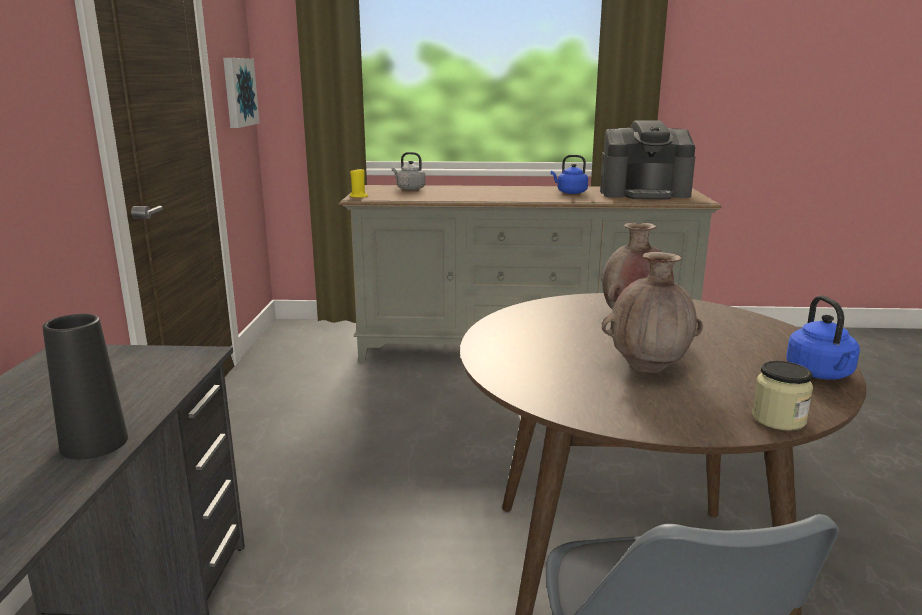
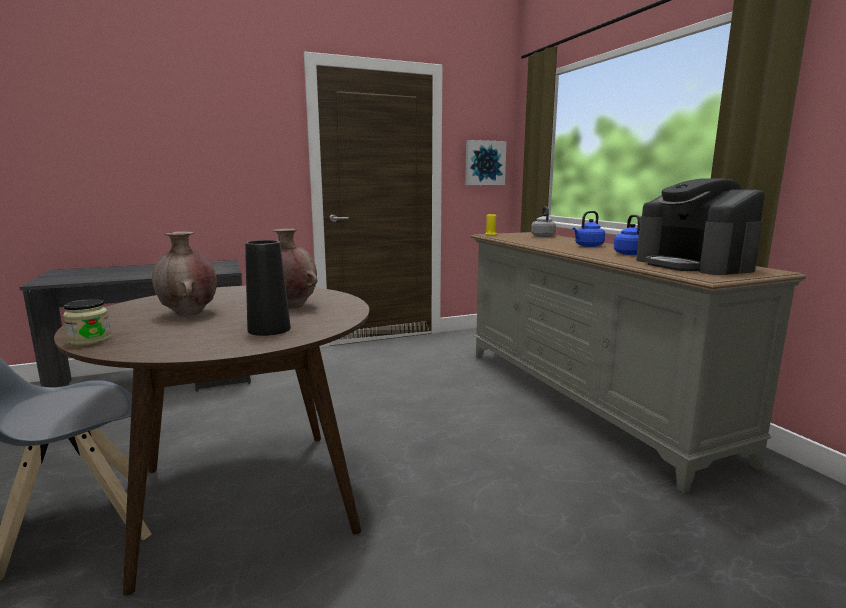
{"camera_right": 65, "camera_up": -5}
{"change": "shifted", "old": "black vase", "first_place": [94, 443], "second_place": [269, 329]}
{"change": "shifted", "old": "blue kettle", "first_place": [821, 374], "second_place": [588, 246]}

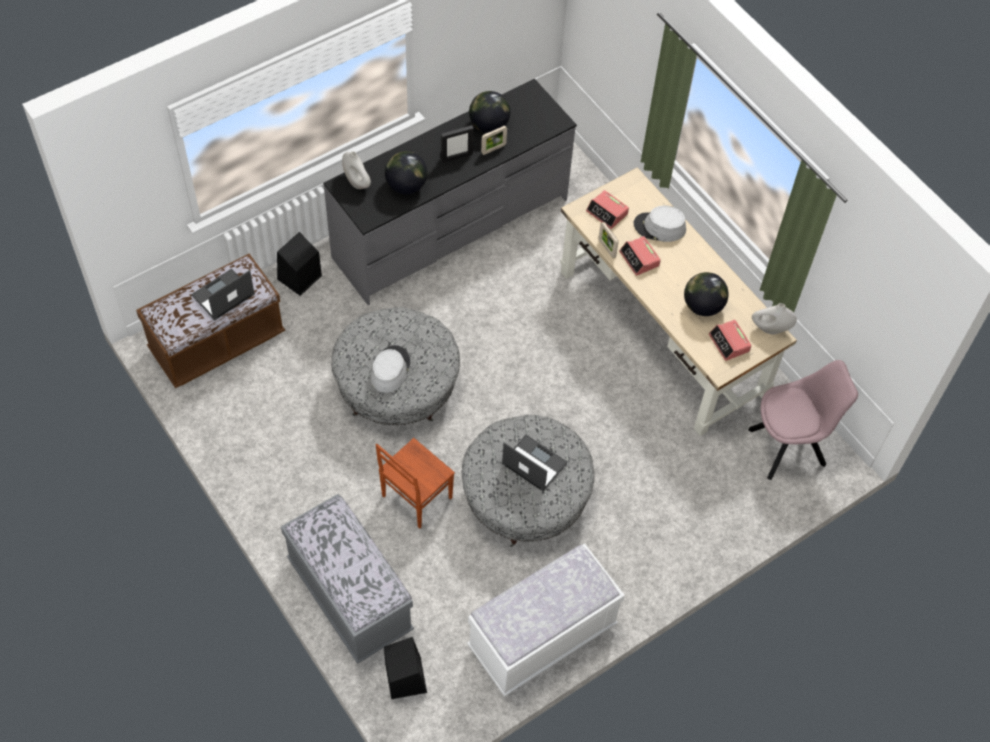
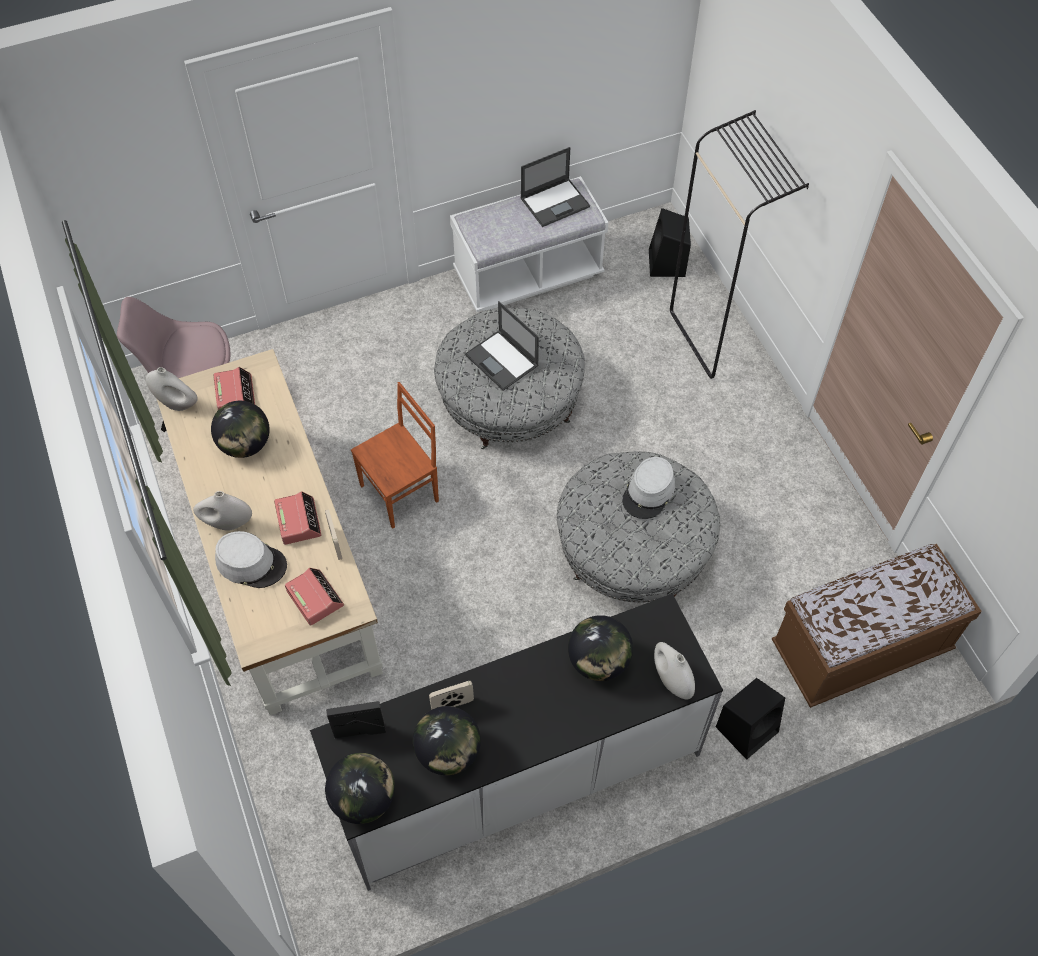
{"camera_right": -165, "camera_up": 0}
{"change": "new", "new": "white vase", "second_place": [227, 523]}
{"change": "new", "new": "globe", "second_place": [363, 798]}
{"change": "shifted", "old": "picture frame", "first_place": [456, 156], "second_place": [360, 732]}
{"change": "shifted", "old": "brown chair", "first_place": [415, 497], "second_place": [401, 493]}
{"change": "shifted", "old": "laptop", "first_place": [222, 295], "second_place": [555, 202]}
{"change": "swapped", "old": "grey bench", "new": "black clothes rack", "first_place": [349, 596], "second_place": [714, 338]}

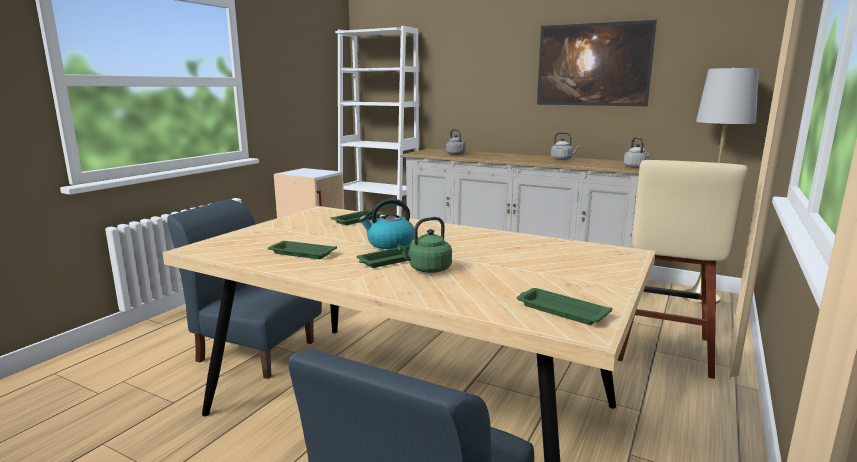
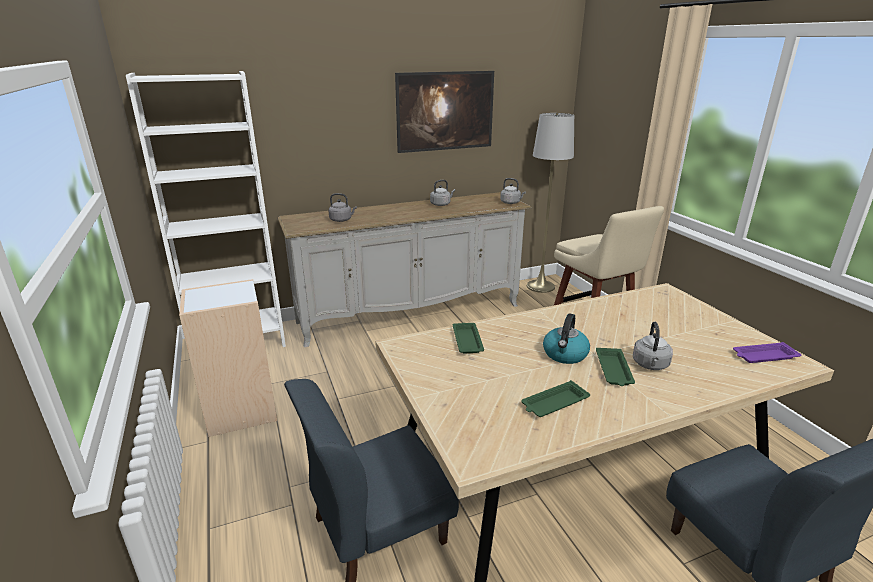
{"camera_right": -50, "camera_up": 10}
{"change": "repainted", "old": "green kettle", "new": "grey kettle", "first_place": [427, 269], "second_place": [650, 365]}
{"change": "repainted", "old": "green tray", "new": "purple tray", "first_place": [560, 310], "second_place": [763, 356]}

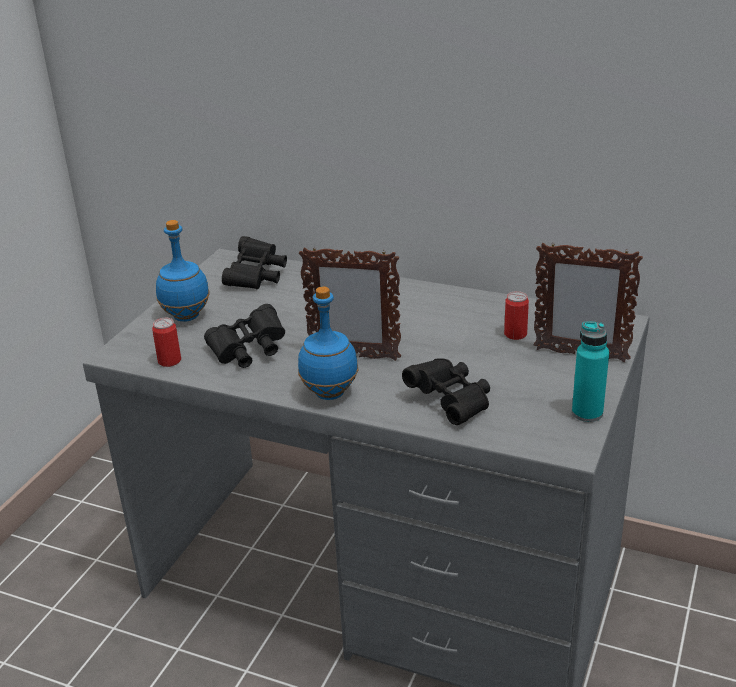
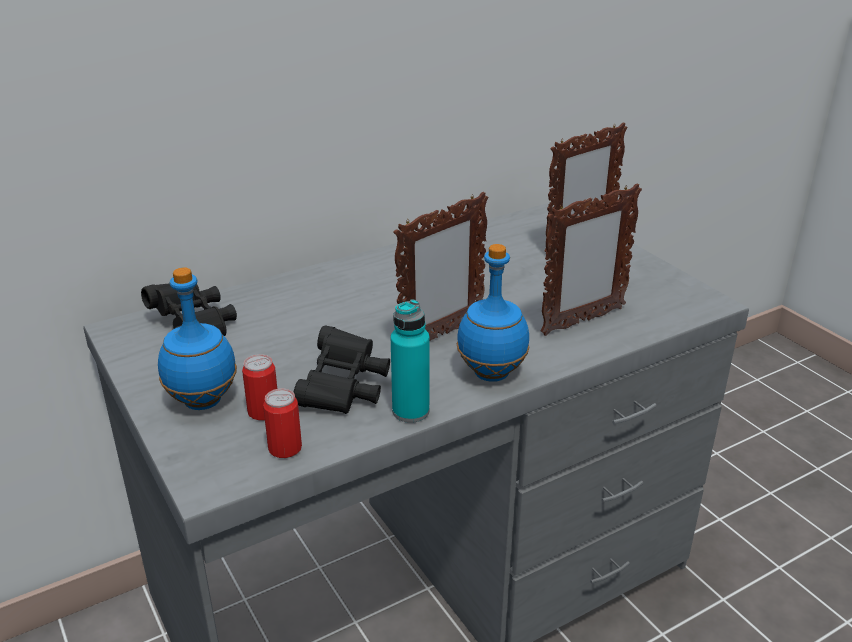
{"camera_right": -55, "camera_up": 0}
{"change": "shifted", "old": "can", "first_place": [515, 334], "second_place": [263, 412]}
{"change": "shifted", "old": "turquoise bottle", "first_place": [587, 413], "second_place": [410, 411]}
{"change": "swapped", "old": "black binoculars", "new": "picture frame", "first_place": [451, 402], "second_place": [582, 321]}

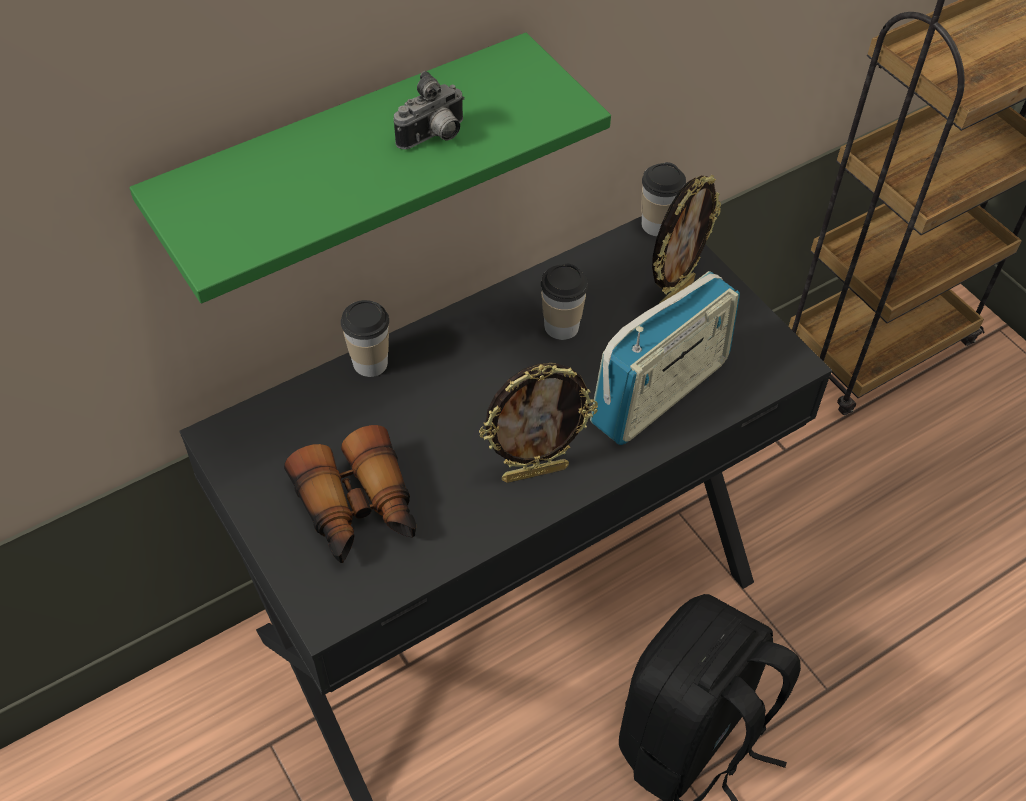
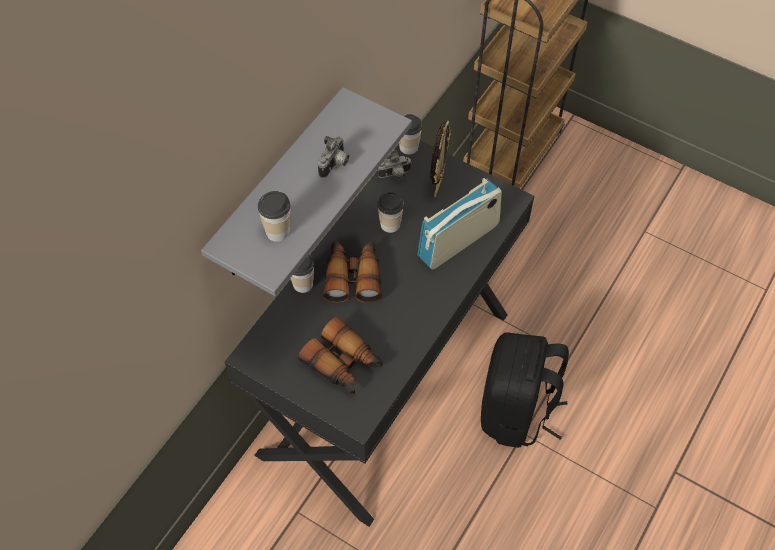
{"camera_right": -25, "camera_up": 5}
{"change": "repainted", "old": "green shelf", "new": "grey shelf", "first_place": [346, 163], "second_place": [278, 189]}
{"change": "new", "new": "cup", "second_place": [277, 231]}
{"change": "new", "new": "binoculars", "second_place": [353, 275]}
{"change": "new", "new": "photo camera", "second_place": [395, 175]}
{"change": "rotated", "old": "radio", "first_place": [660, 392], "second_place": [458, 241], "degrees": -150}
{"change": "gone", "old": "picture frame", "first_place": [534, 472]}

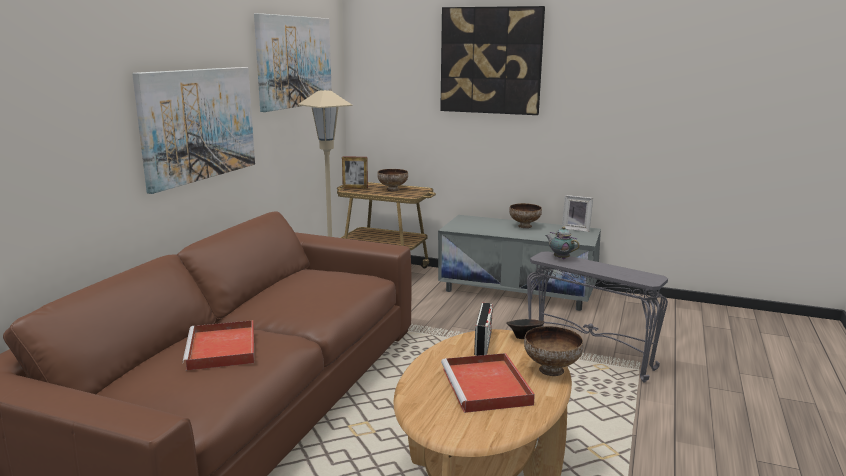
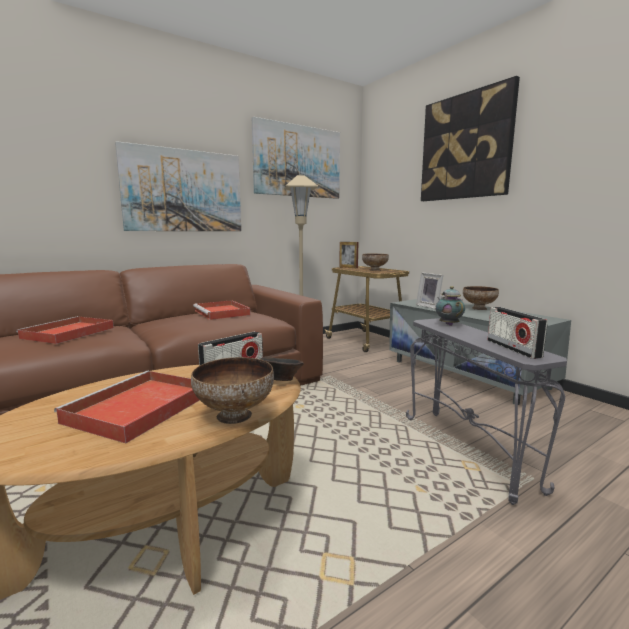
{"camera_right": 35, "camera_up": -5}
{"change": "new", "new": "red tray", "second_place": [222, 313]}
{"change": "shifted", "old": "picture frame", "first_place": [576, 229], "second_place": [430, 306]}
{"change": "new", "new": "radio", "second_place": [513, 348]}

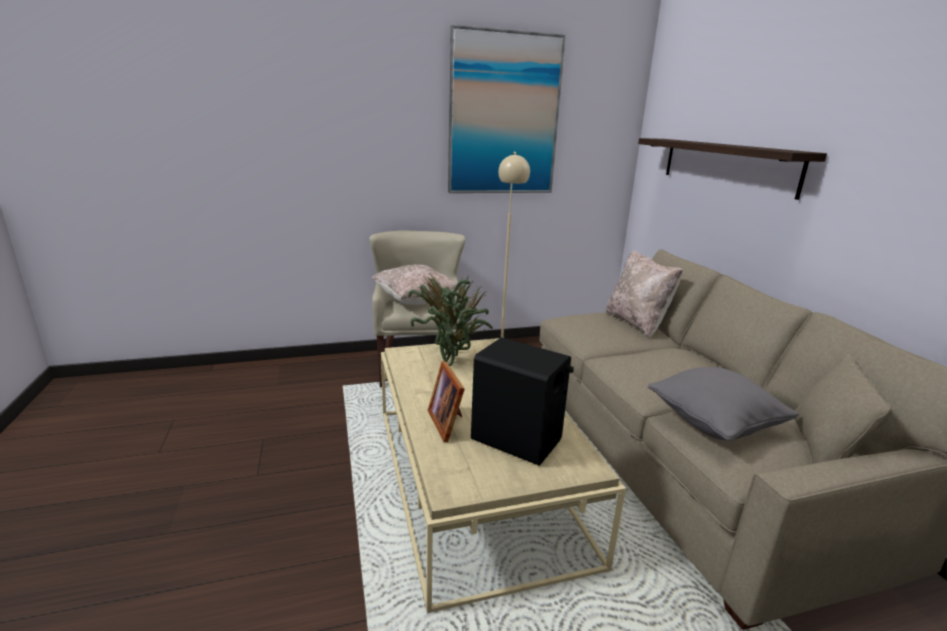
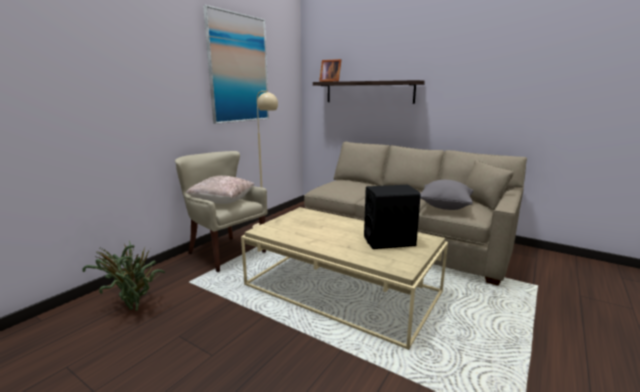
{"camera_right": -40, "camera_up": -5}
{"change": "shifted", "old": "potted plant", "first_place": [451, 361], "second_place": [134, 306]}
{"change": "shifted", "old": "picture frame", "first_place": [448, 422], "second_place": [330, 81]}
{"change": "gone", "old": "beige pillow", "first_place": [636, 323]}

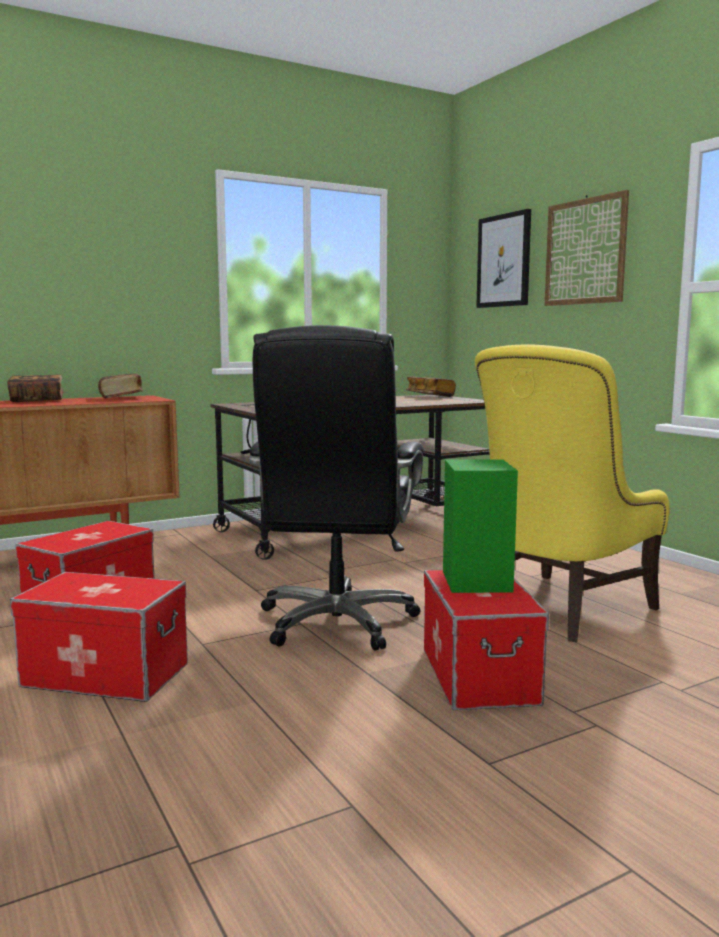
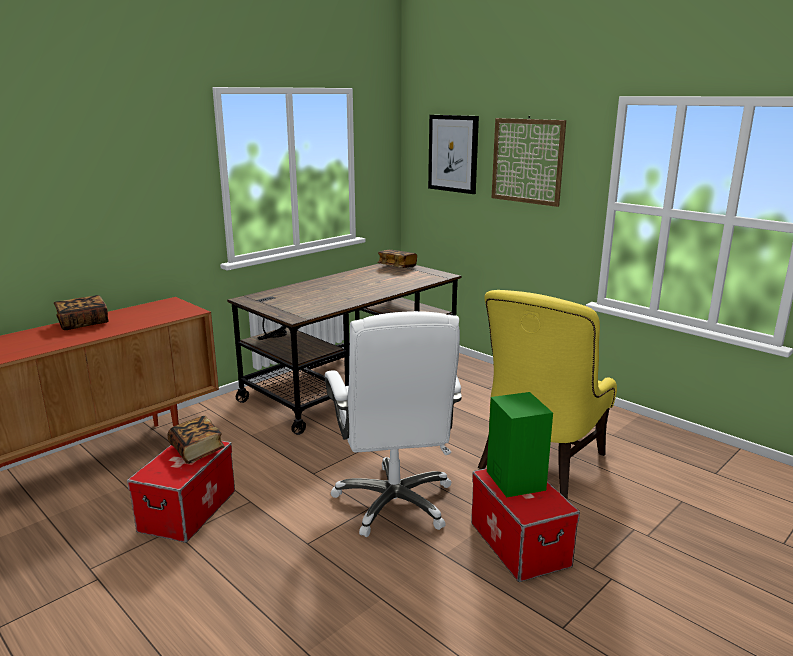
{"camera_right": -15, "camera_up": 10}
{"change": "shifted", "old": "book", "first_place": [121, 398], "second_place": [197, 450]}
{"change": "repainted", "old": "black office chair", "new": "white office chair", "first_place": [337, 619], "second_place": [393, 499]}
{"change": "gone", "old": "storage box", "first_place": [107, 675]}

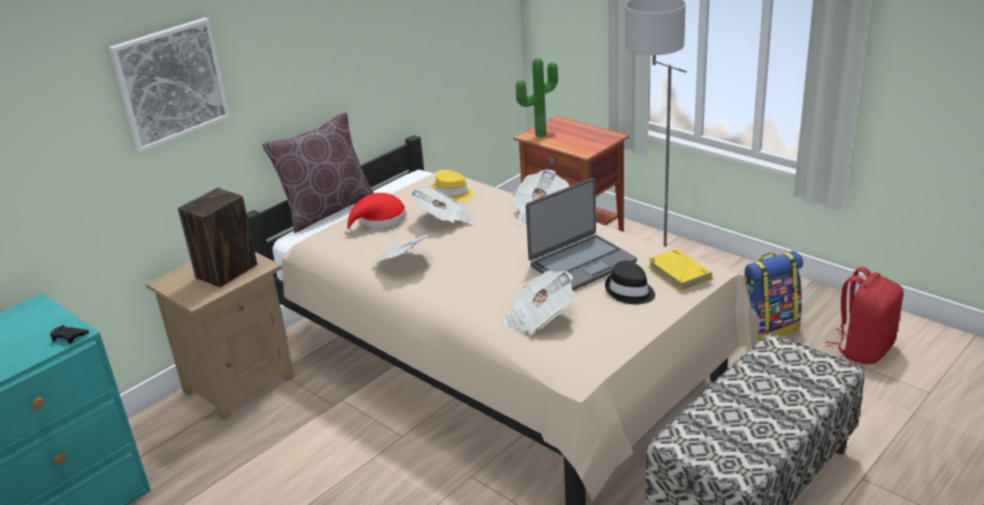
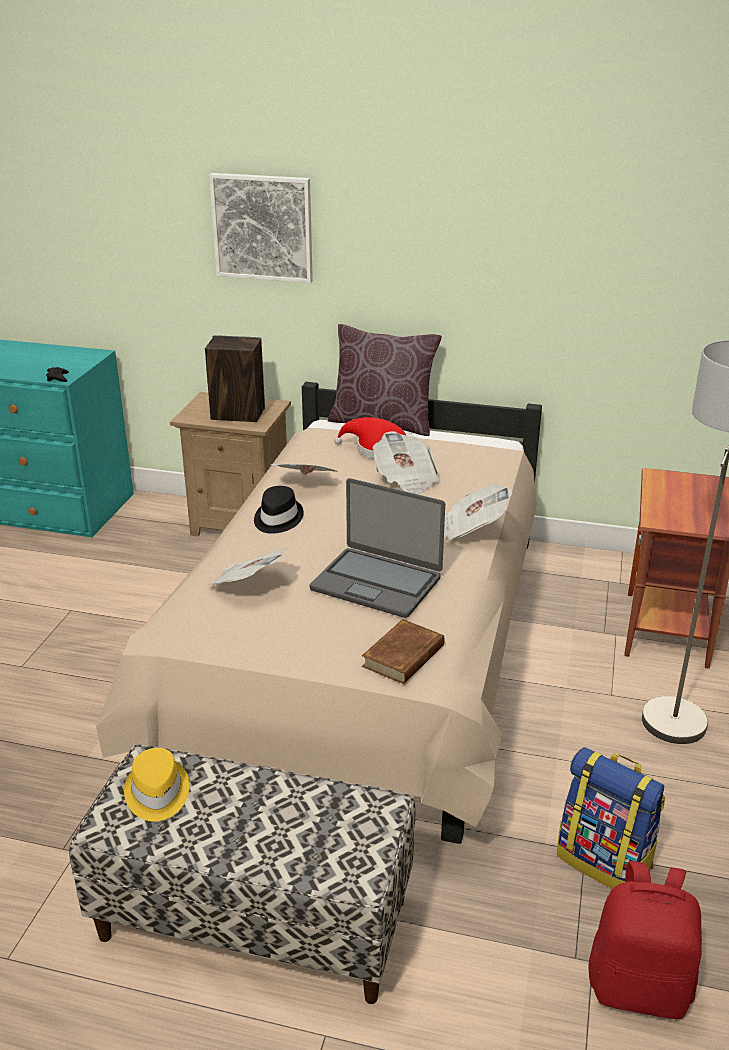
{"camera_right": 60, "camera_up": 0}
{"change": "shifted", "old": "yellow hat", "first_place": [452, 194], "second_place": [156, 793]}
{"change": "shifted", "old": "black hat", "first_place": [629, 291], "second_place": [277, 519]}
{"change": "repainted", "old": "yellow book", "new": "brown book", "first_place": [679, 273], "second_place": [404, 656]}
{"change": "gone", "old": "potted plant", "first_place": [539, 134]}

